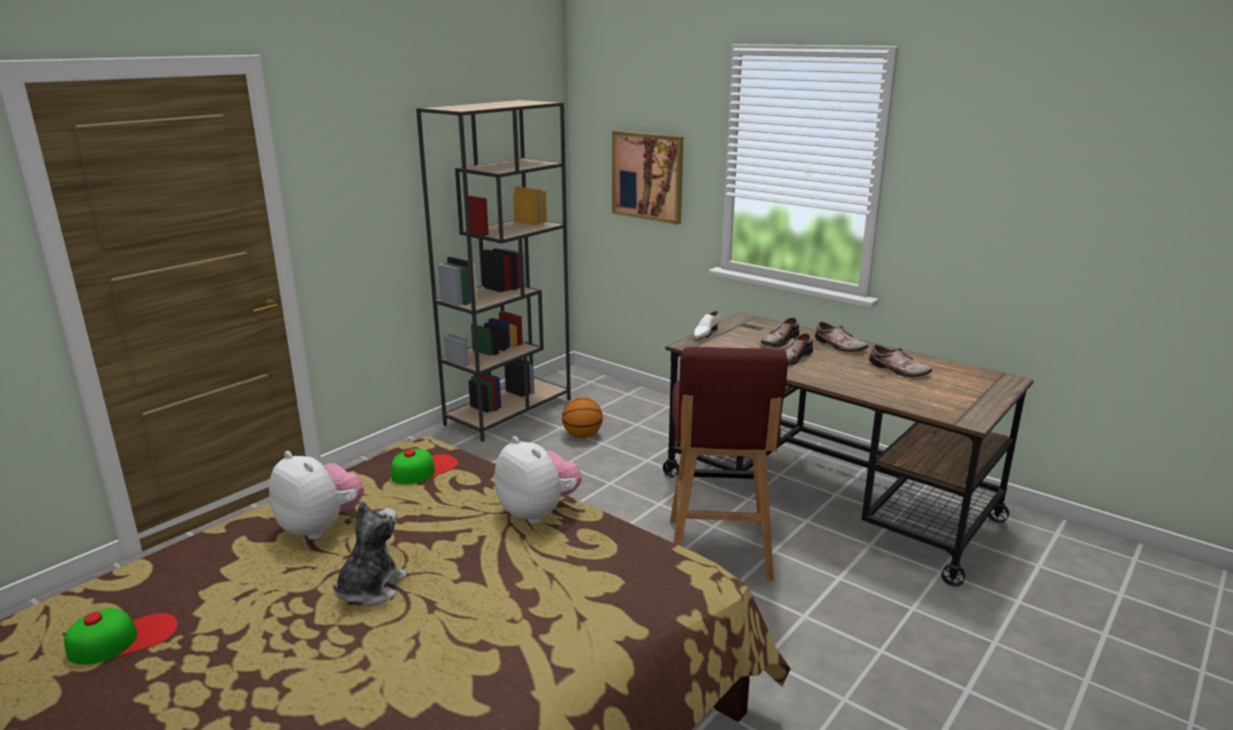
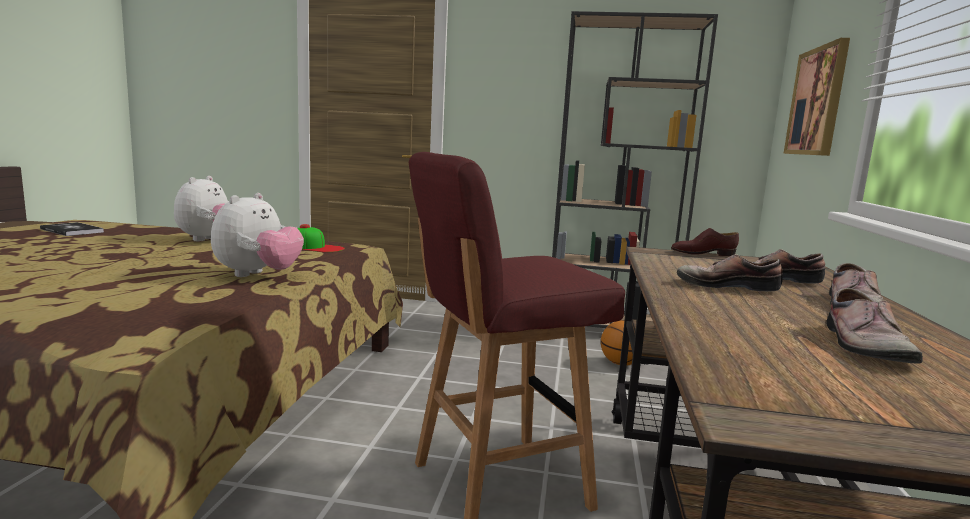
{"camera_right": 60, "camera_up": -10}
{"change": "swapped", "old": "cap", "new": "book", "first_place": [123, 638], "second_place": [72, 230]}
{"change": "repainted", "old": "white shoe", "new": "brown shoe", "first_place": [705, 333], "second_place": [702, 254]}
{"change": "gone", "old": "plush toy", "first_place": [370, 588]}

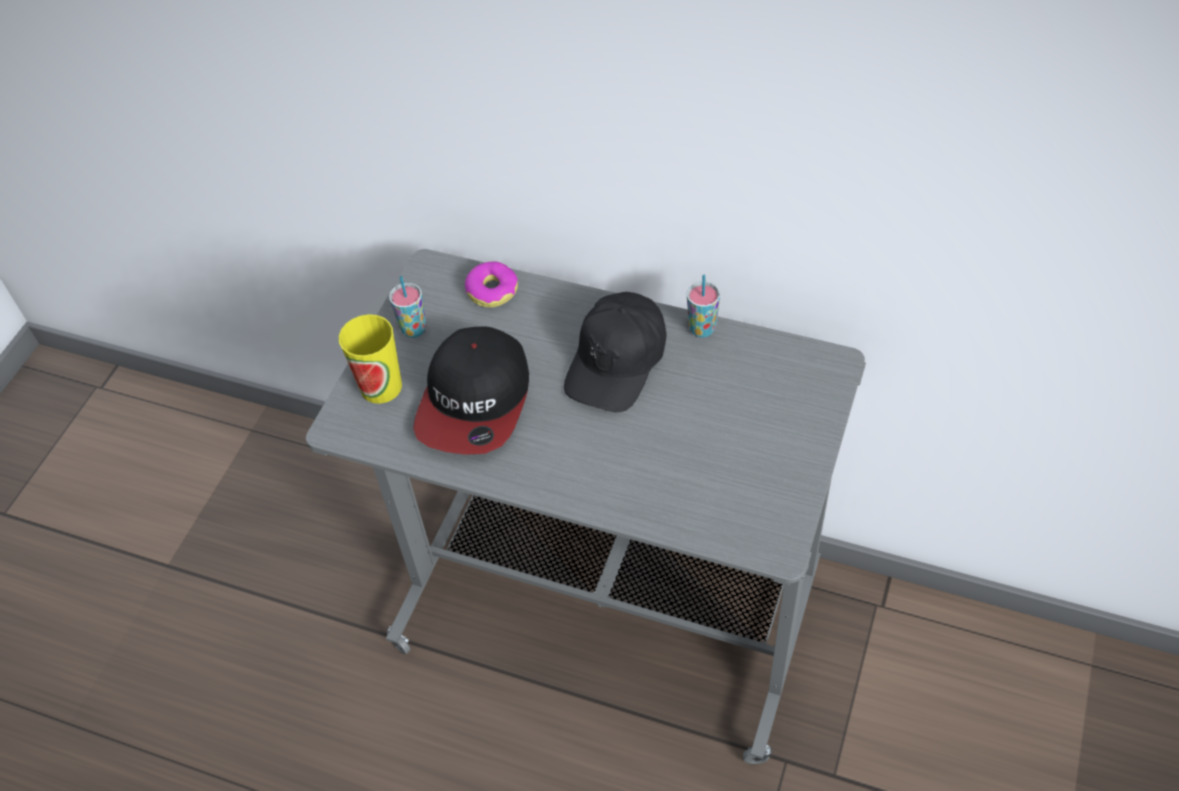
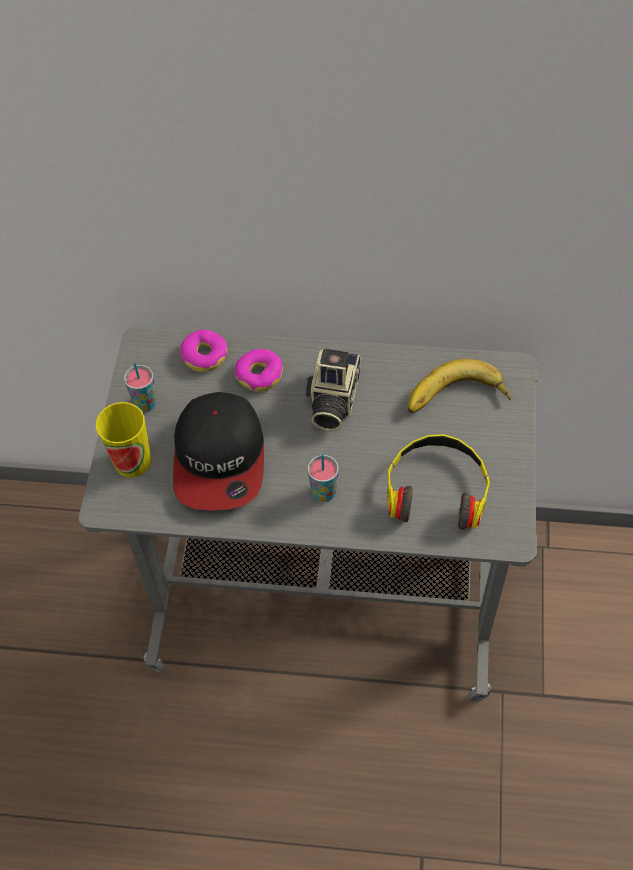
{"camera_right": -15, "camera_up": 5}
{"change": "new", "new": "donut", "second_place": [260, 375]}
{"change": "swapped", "old": "black cap", "new": "photo camera", "first_place": [617, 362], "second_place": [332, 401]}
{"change": "shifted", "old": "cup", "first_place": [702, 329], "second_place": [324, 493]}
{"change": "new", "new": "headphones", "second_place": [437, 489]}
{"change": "new", "new": "banana", "second_place": [457, 400]}

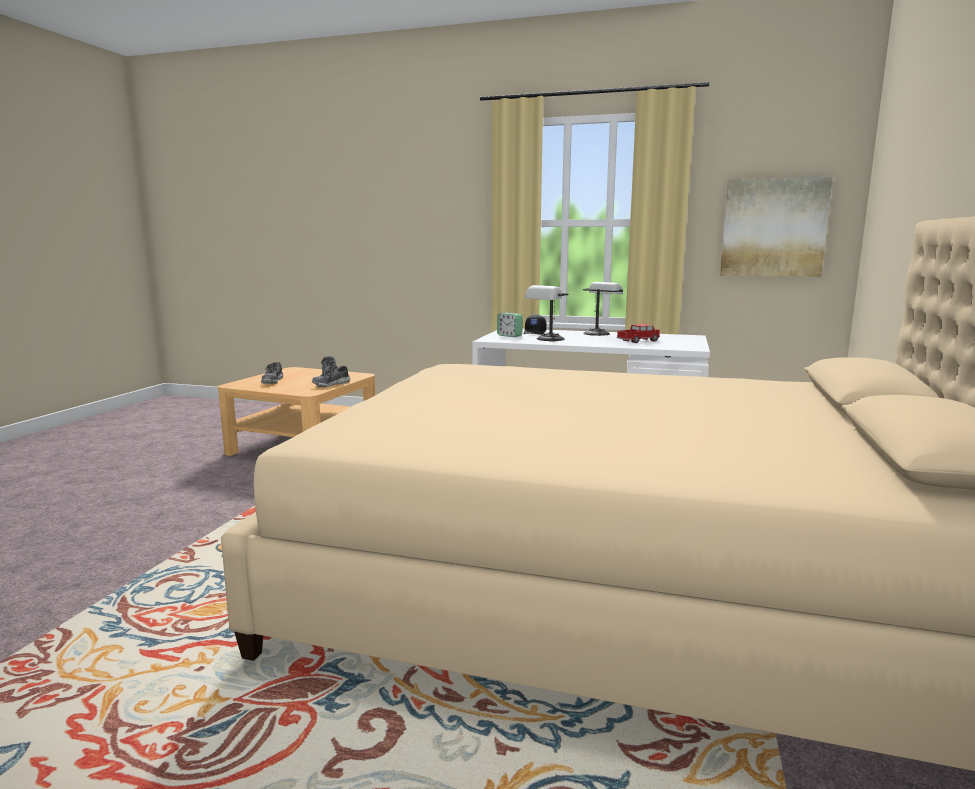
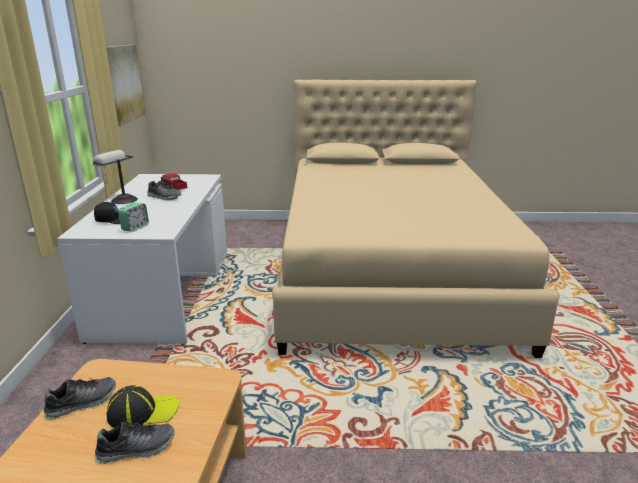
{"camera_right": -105, "camera_up": 10}
{"change": "new", "new": "cap", "second_place": [143, 412]}
{"change": "shifted", "old": "shoe", "first_place": [331, 384], "second_place": [164, 197]}
{"change": "gone", "old": "table lamp", "first_place": [547, 339]}

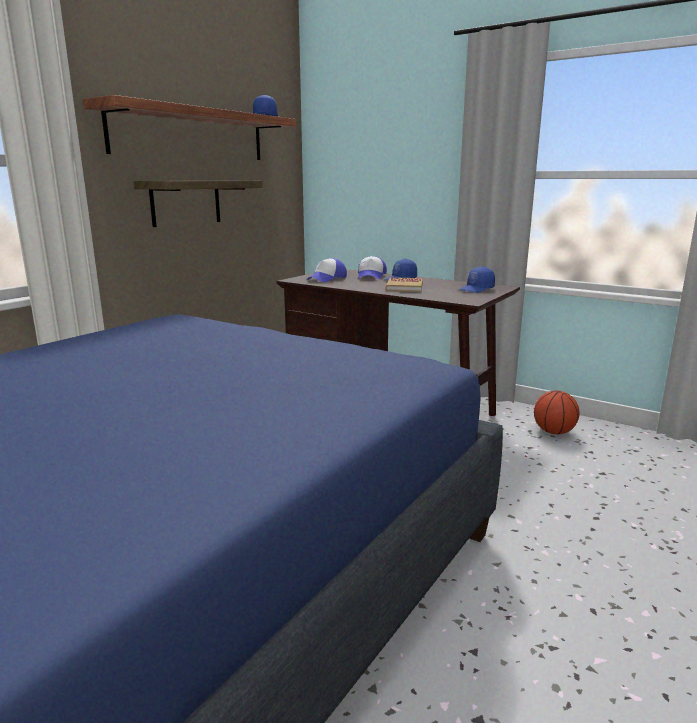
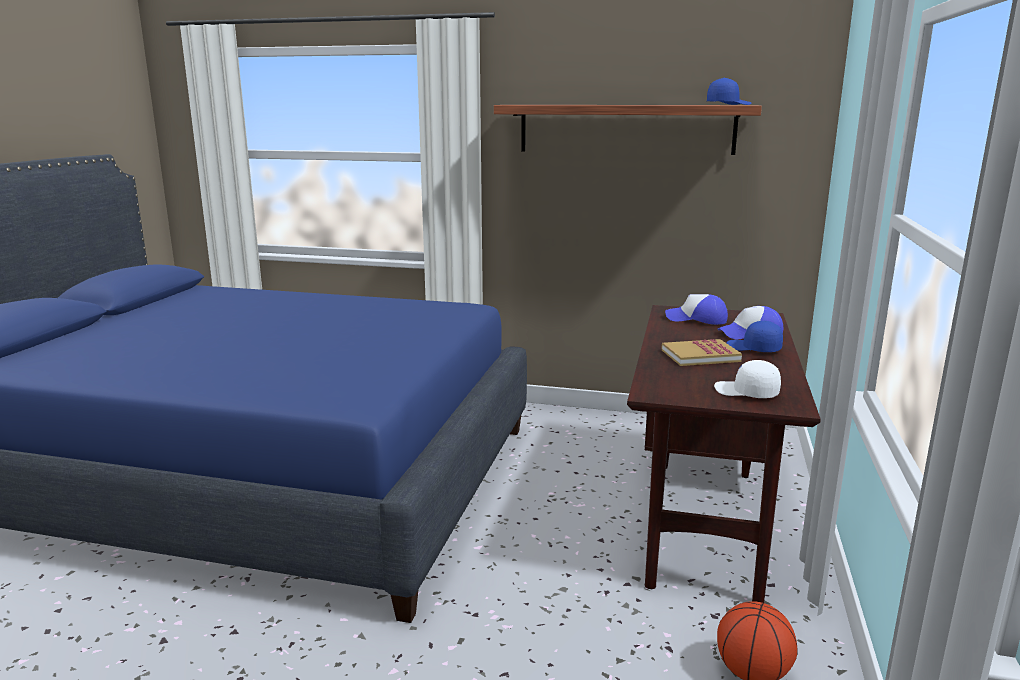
{"camera_right": 70, "camera_up": 0}
{"change": "repainted", "old": "blue cap", "new": "white cap", "first_place": [476, 289], "second_place": [746, 392]}
{"change": "gone", "old": "shelf", "first_place": [186, 202]}

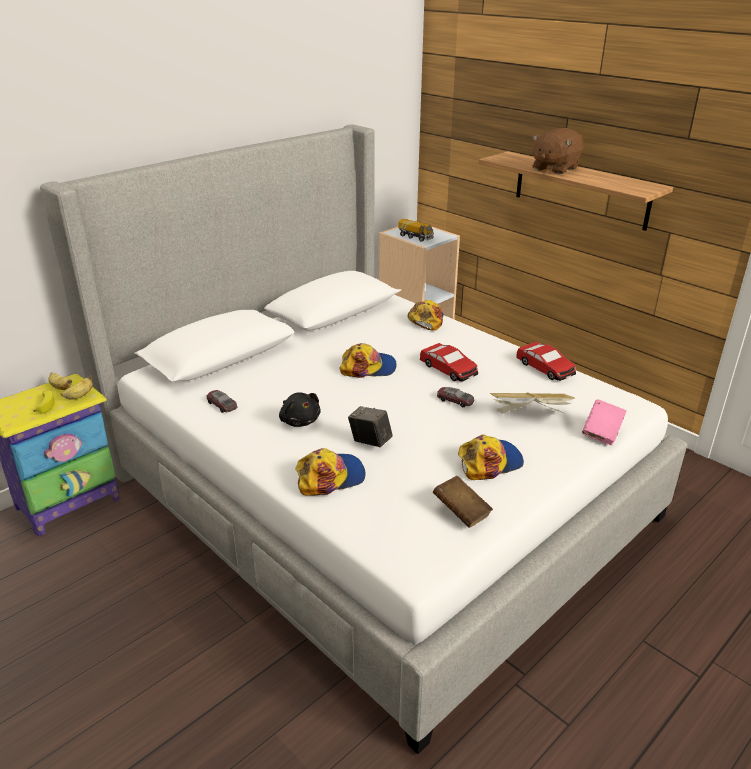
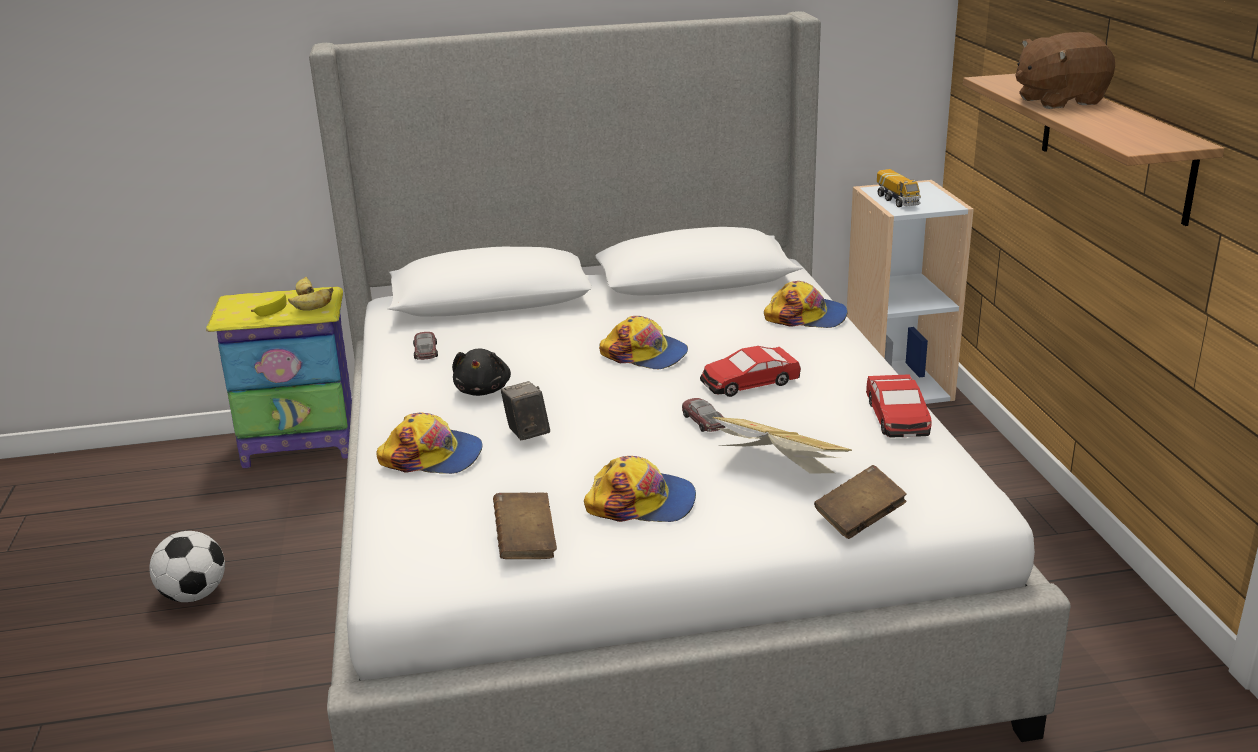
{"camera_right": 35, "camera_up": -5}
{"change": "new", "new": "football", "second_place": [194, 595]}
{"change": "rotated", "old": "toy car", "first_place": [448, 369], "second_place": [749, 382], "degrees": 75}
{"change": "rotated", "old": "cap", "first_place": [426, 320], "second_place": [806, 316], "degrees": 60}
{"change": "repainted", "old": "pink book", "new": "brown book", "first_place": [602, 432], "second_place": [859, 519]}

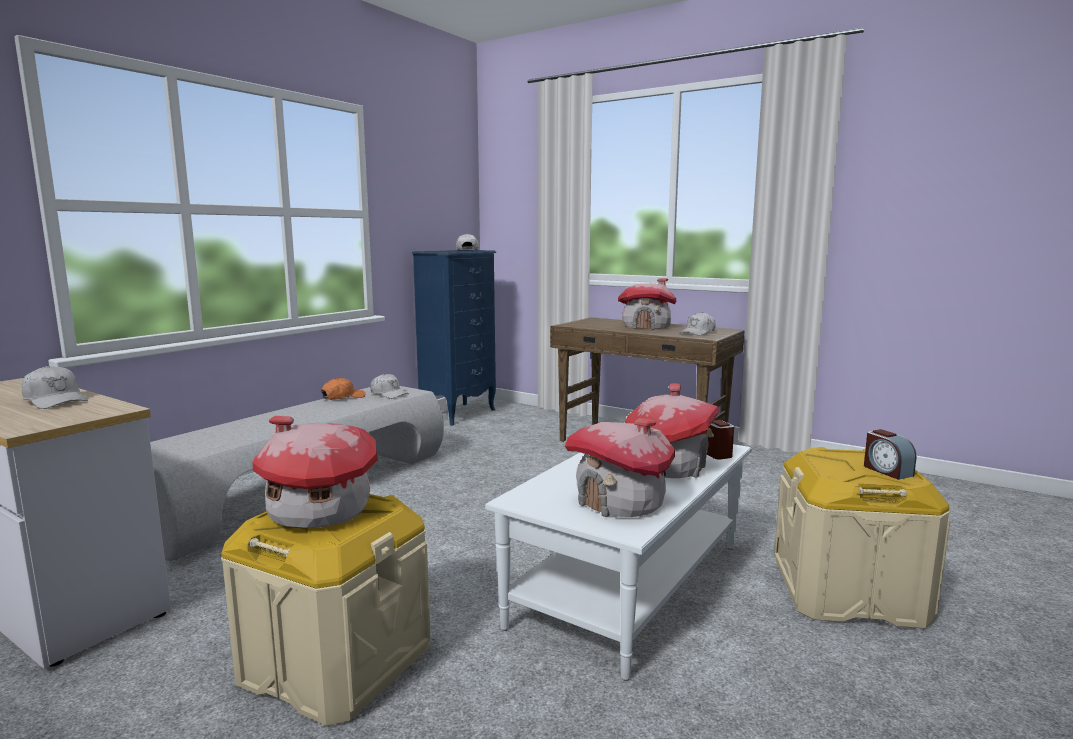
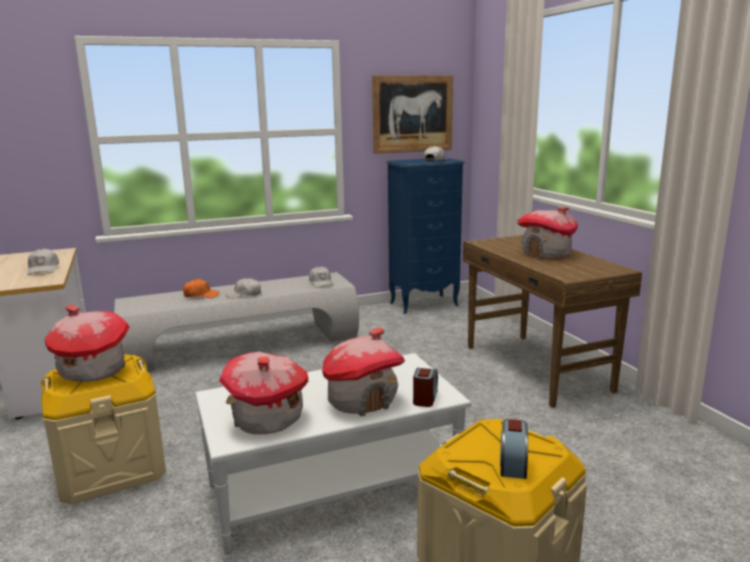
{"camera_right": 35, "camera_up": 5}
{"change": "shifted", "old": "orange cap", "first_place": [343, 397], "second_place": [201, 295]}
{"change": "shifted", "old": "white cap", "first_place": [698, 332], "second_place": [244, 294]}
{"change": "new", "new": "picture", "second_place": [412, 114]}

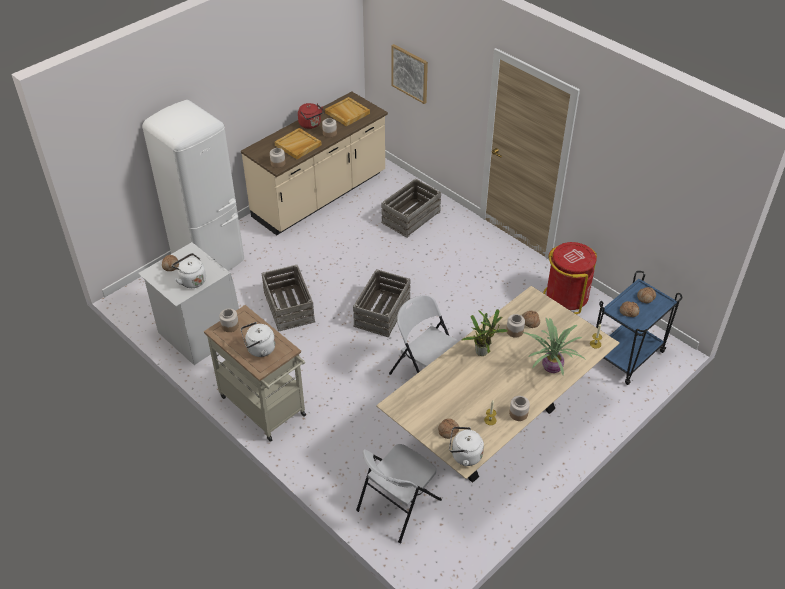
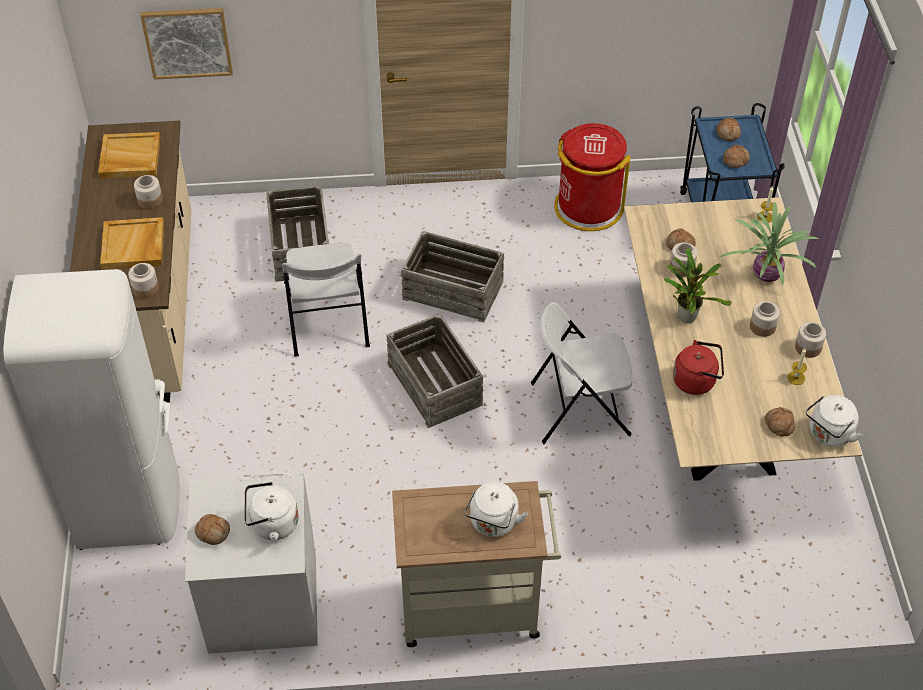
{"camera_right": -50, "camera_up": 5}
{"change": "shifted", "old": "white chair", "first_place": [398, 505], "second_place": [327, 320]}
{"change": "shifted", "old": "crate", "first_place": [288, 307], "second_place": [452, 291]}
{"change": "shifted", "old": "red kettle", "first_place": [311, 124], "second_place": [697, 381]}
{"change": "shifted", "old": "jar", "first_place": [230, 325], "second_place": [762, 326]}

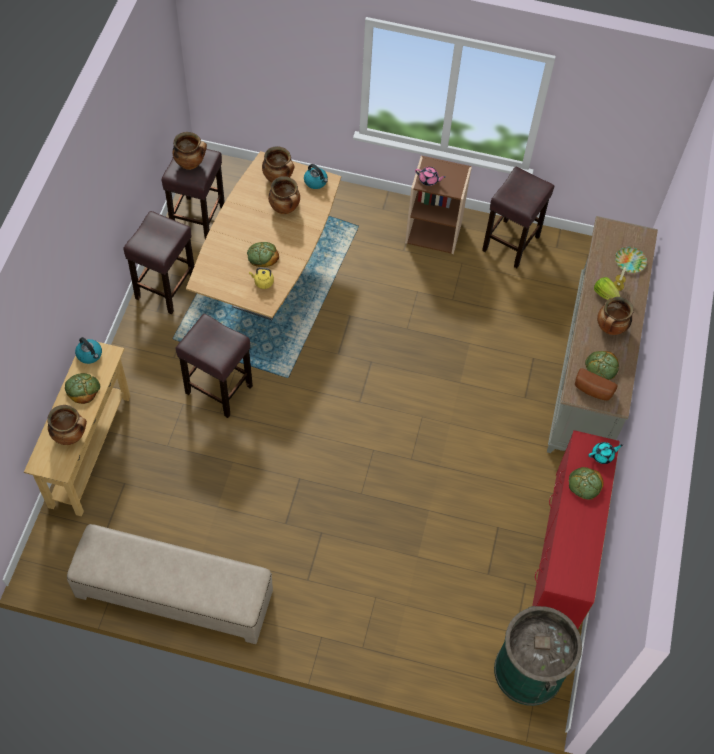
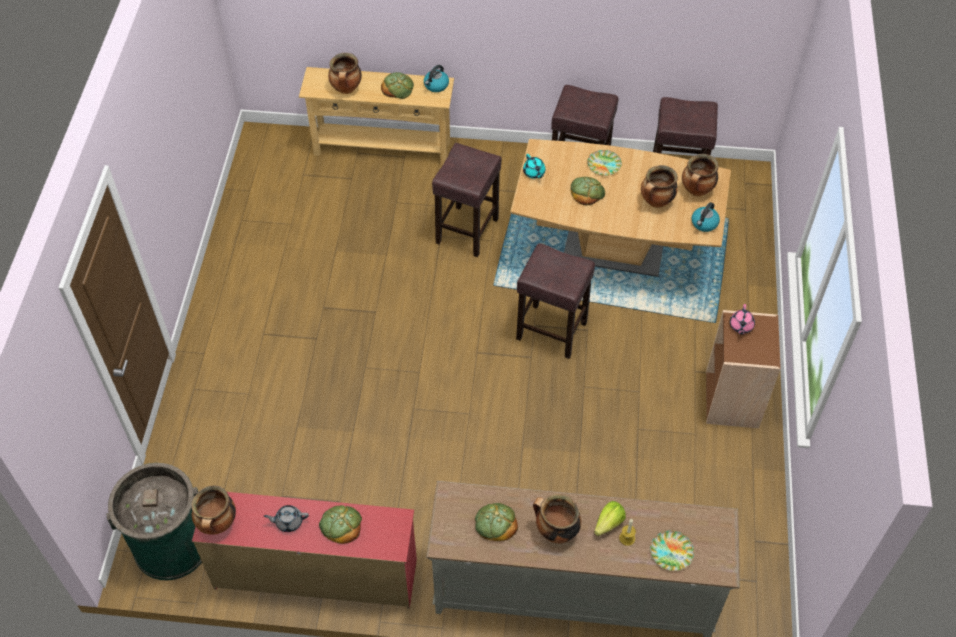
{"camera_right": 85, "camera_up": -5}
{"change": "shifted", "old": "cooking pot", "first_place": [191, 164], "second_place": [218, 524]}
{"change": "new", "new": "grey teapot", "second_place": [288, 521]}
{"change": "shifted", "old": "brown stool", "first_place": [510, 244], "second_place": [550, 331]}
{"change": "shifted", "old": "turquoise teapot", "first_place": [603, 455], "second_place": [534, 173]}
{"change": "new", "new": "plate", "second_place": [604, 164]}
{"change": "gone", "old": "beige bench", "first_place": [173, 594]}
{"change": "gone", "old": "yellow kettle", "first_place": [262, 282]}
{"change": "gone", "old": "bread", "first_place": [592, 391]}

